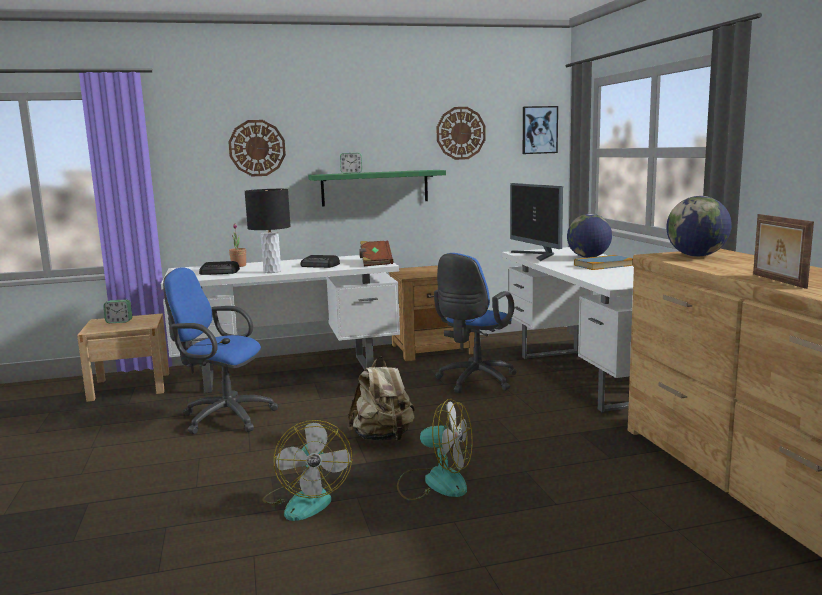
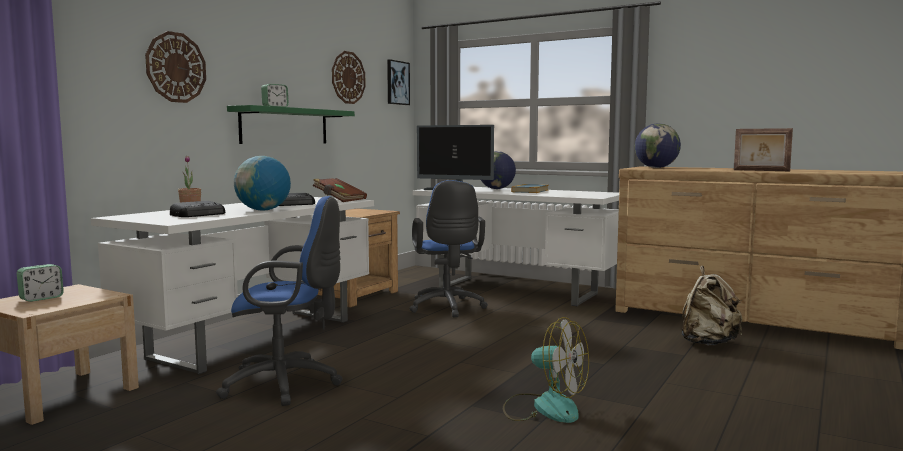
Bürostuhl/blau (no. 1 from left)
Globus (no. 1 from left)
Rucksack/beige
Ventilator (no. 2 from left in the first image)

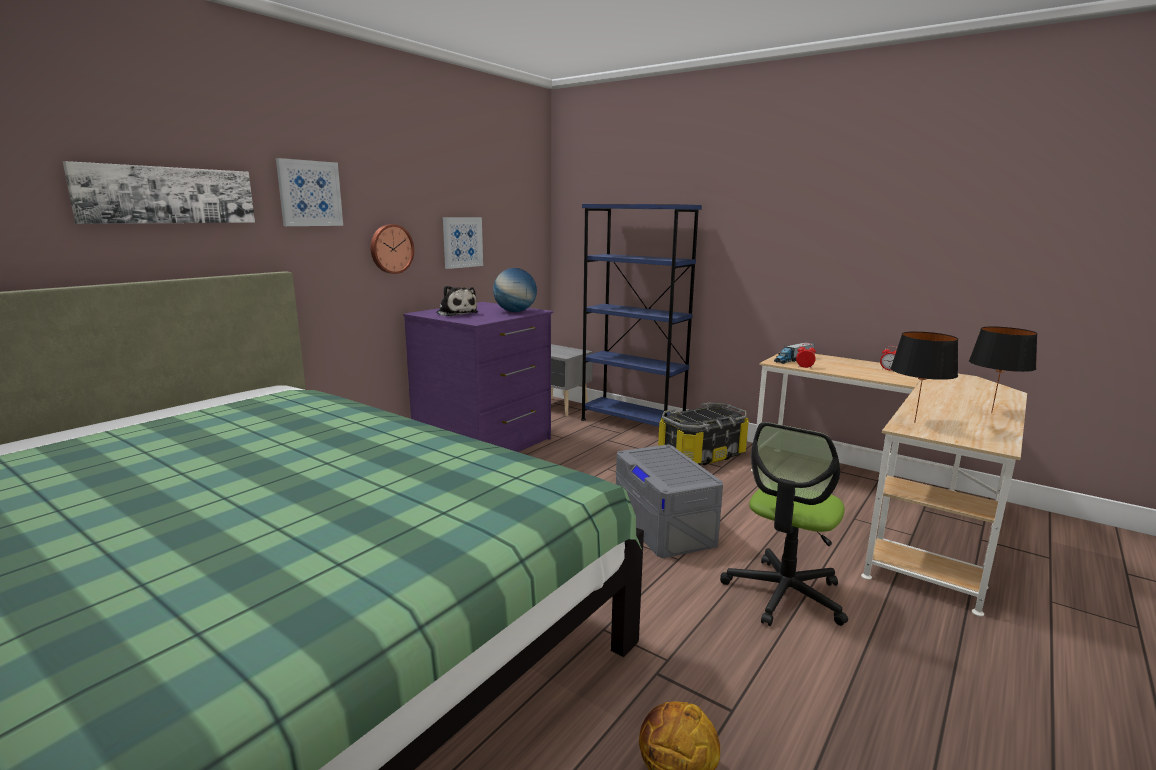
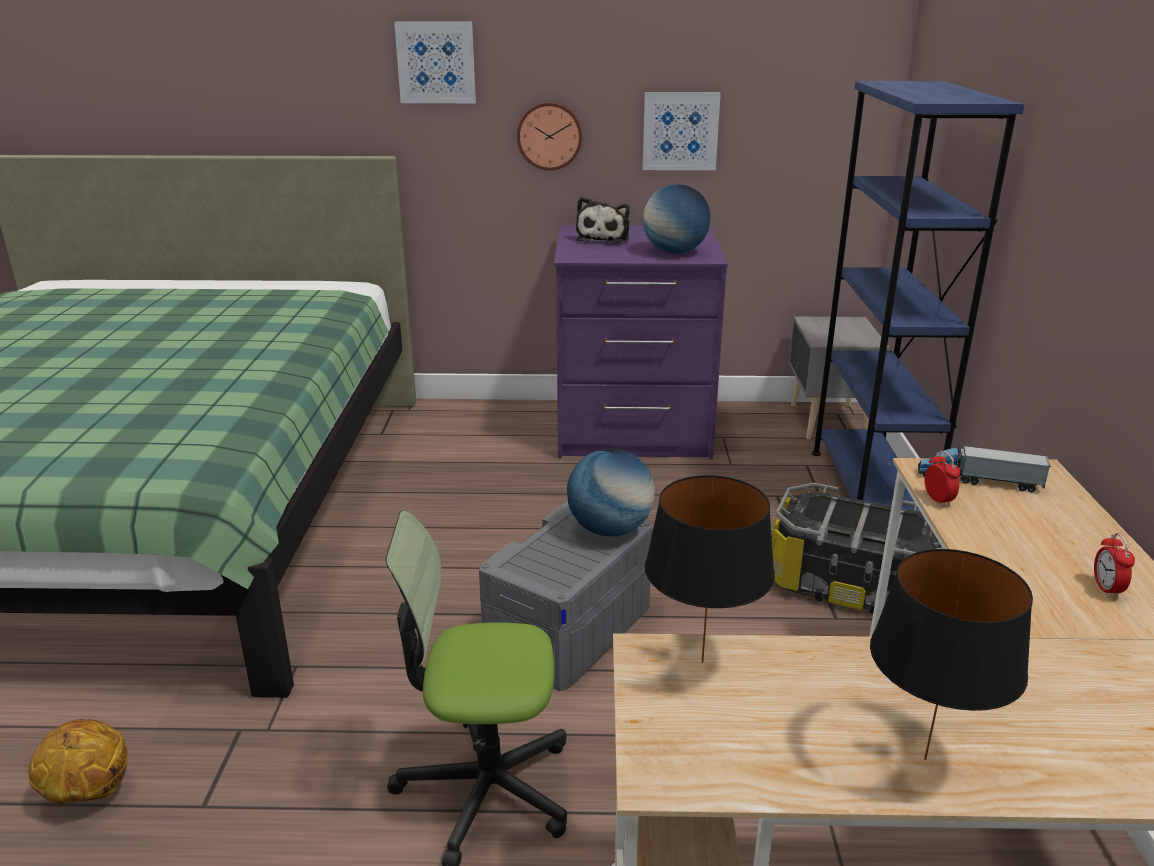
Bild (no. 1 from left in the first image)
Globus (no. 1 from left)

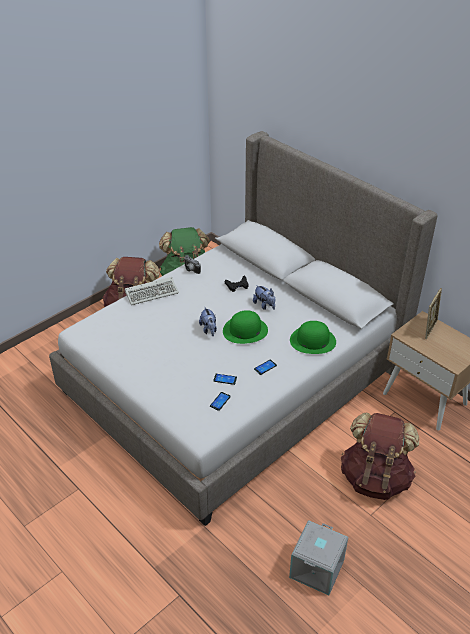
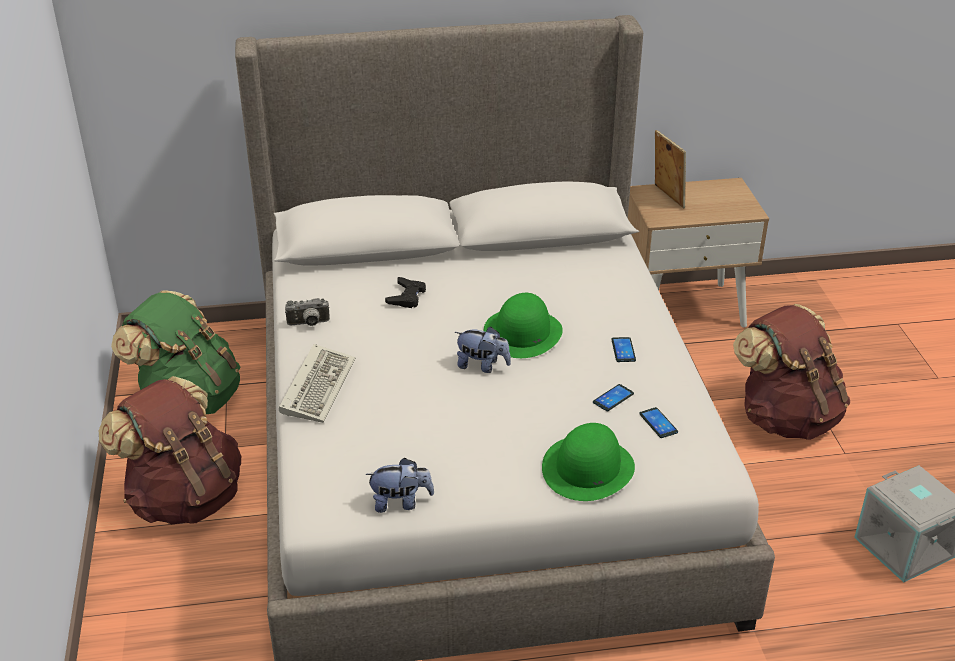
Plüschtier (no. 1 from left)
Hut/grün (no. 2 from left)

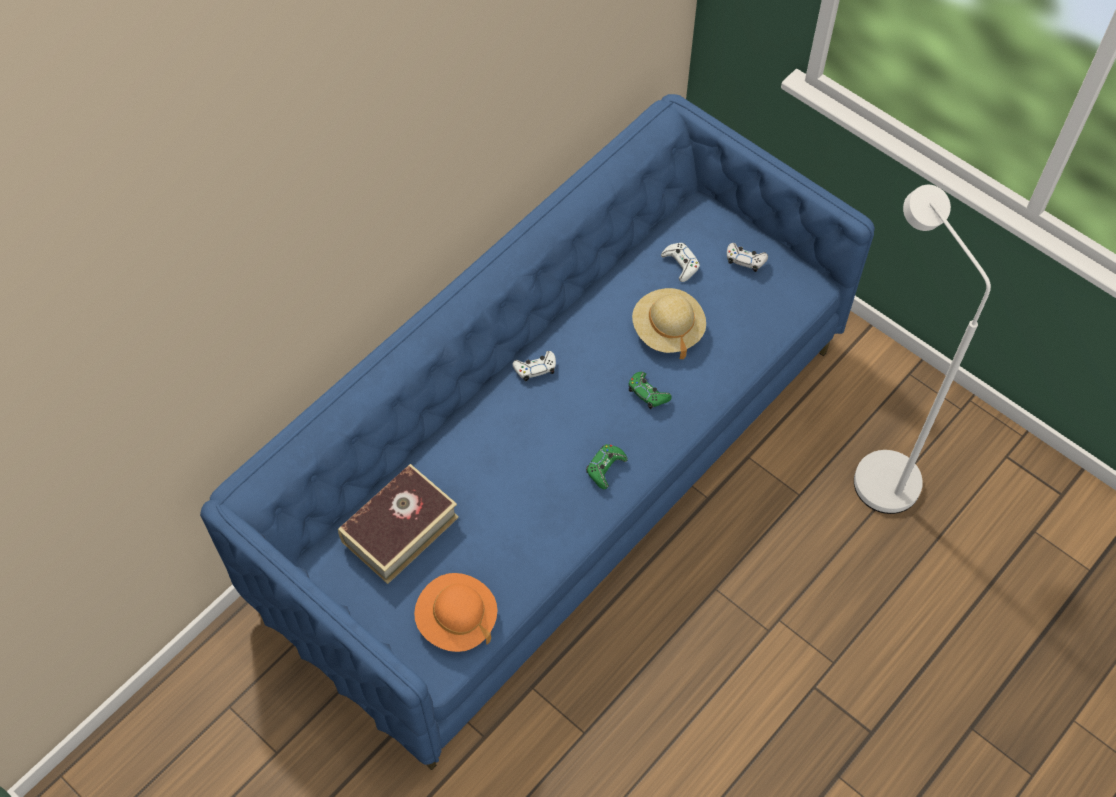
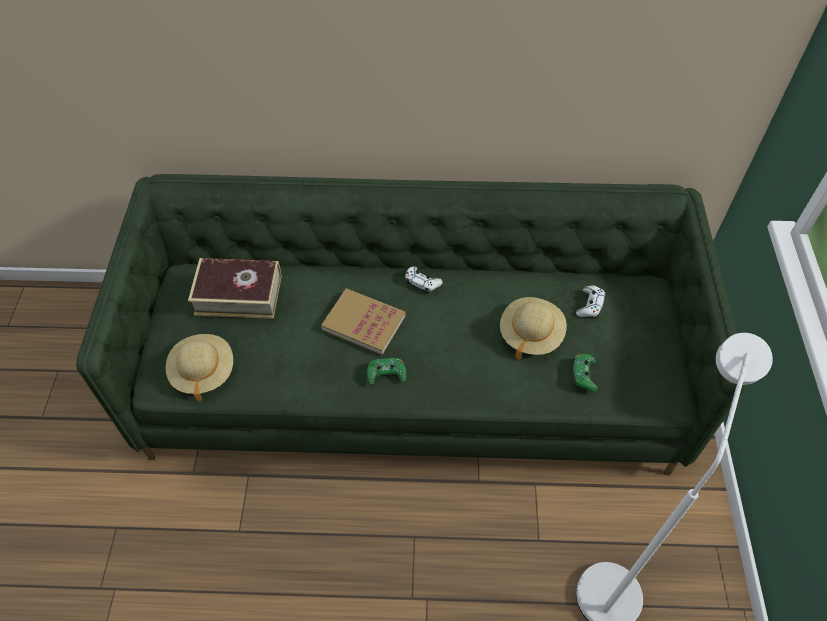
Sofa/grün
Hut/beige (no. 1 from left)
Gamepad/grün (no. 2 from left)
Gamepad/weiß (no. 3 from left in the first image)
Buch (no. 2 from left)

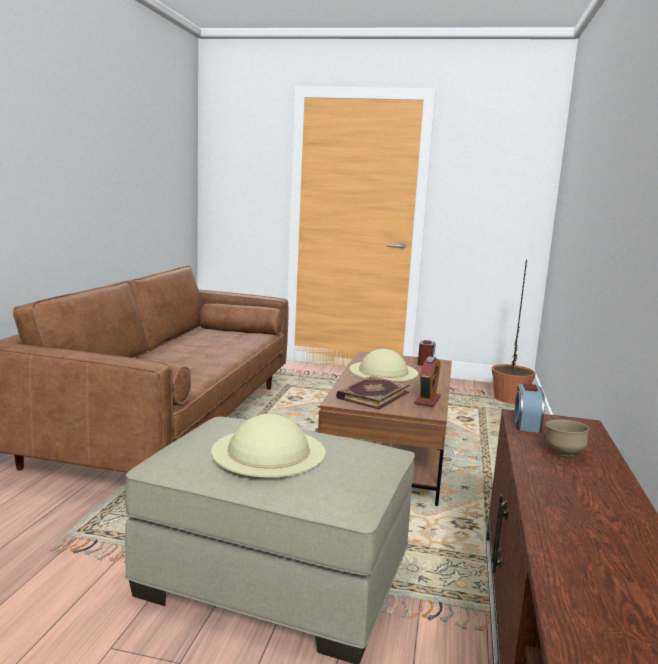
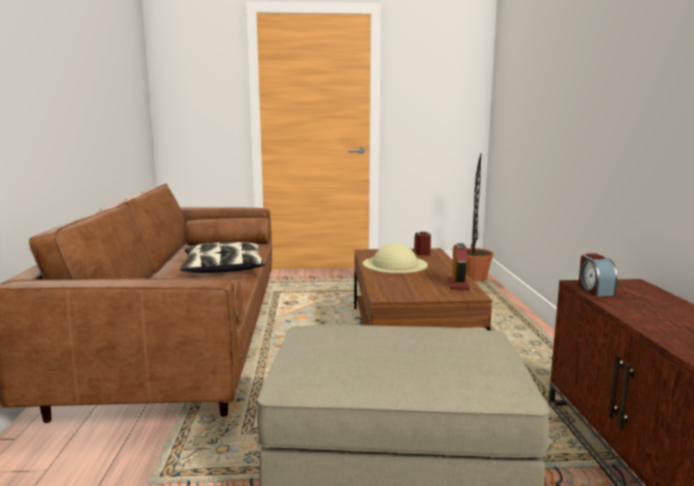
Hut/beige (no. 1 from left in the first image)
Buch
Schüssel/braun
Kissen

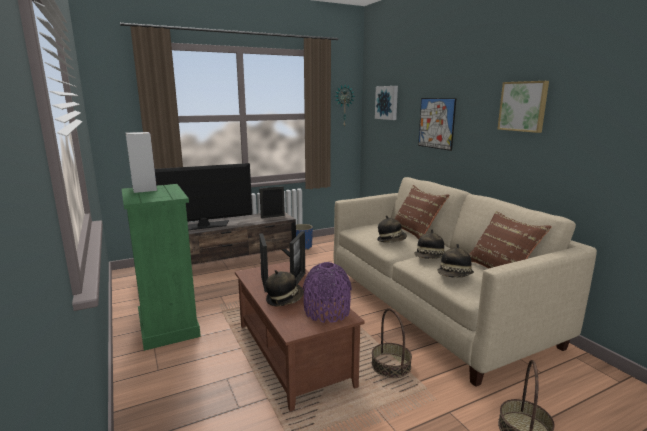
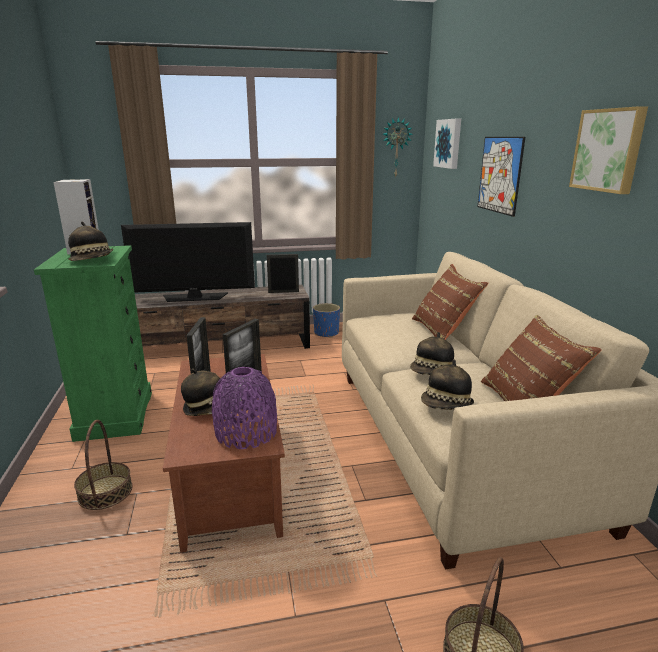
Korb (no. 1 from left)
Hut (no. 1 from left)

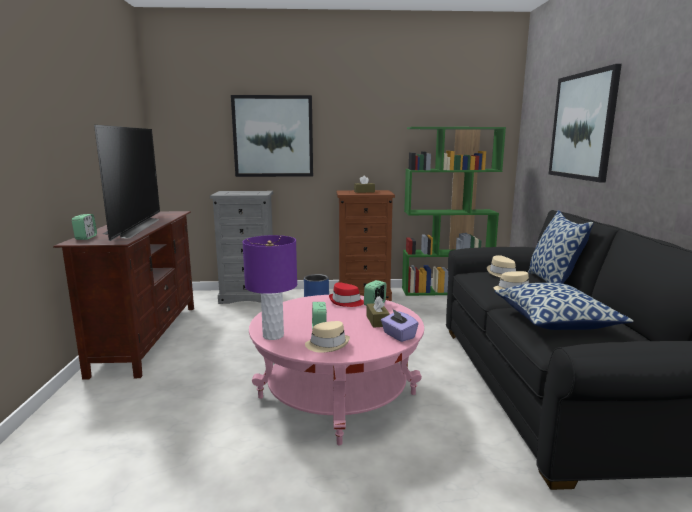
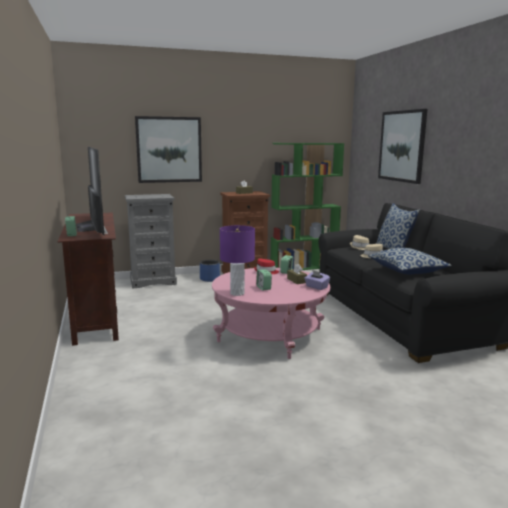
Hut/beige (no. 1 from left in the first image)

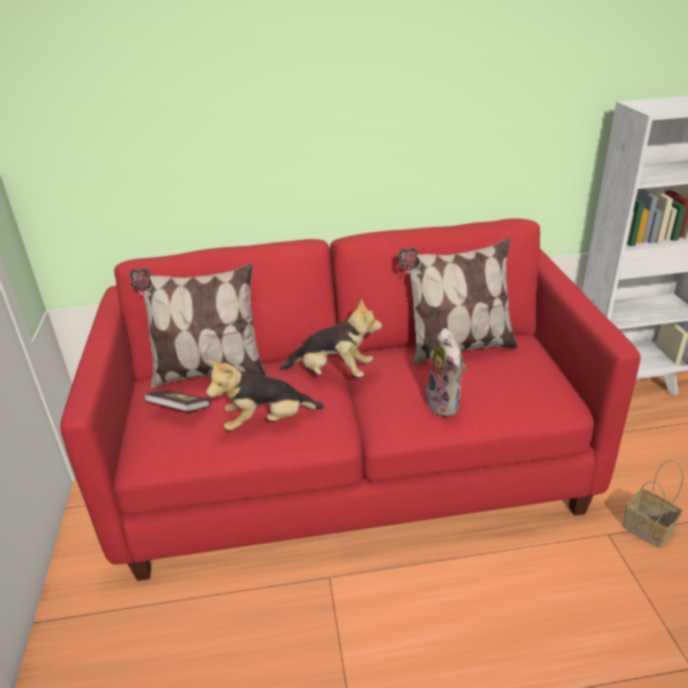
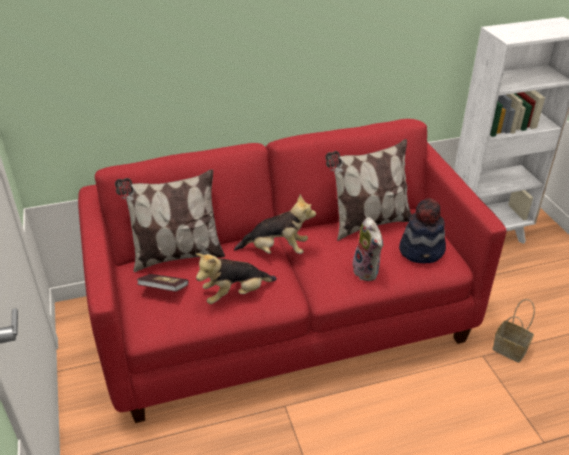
Hut

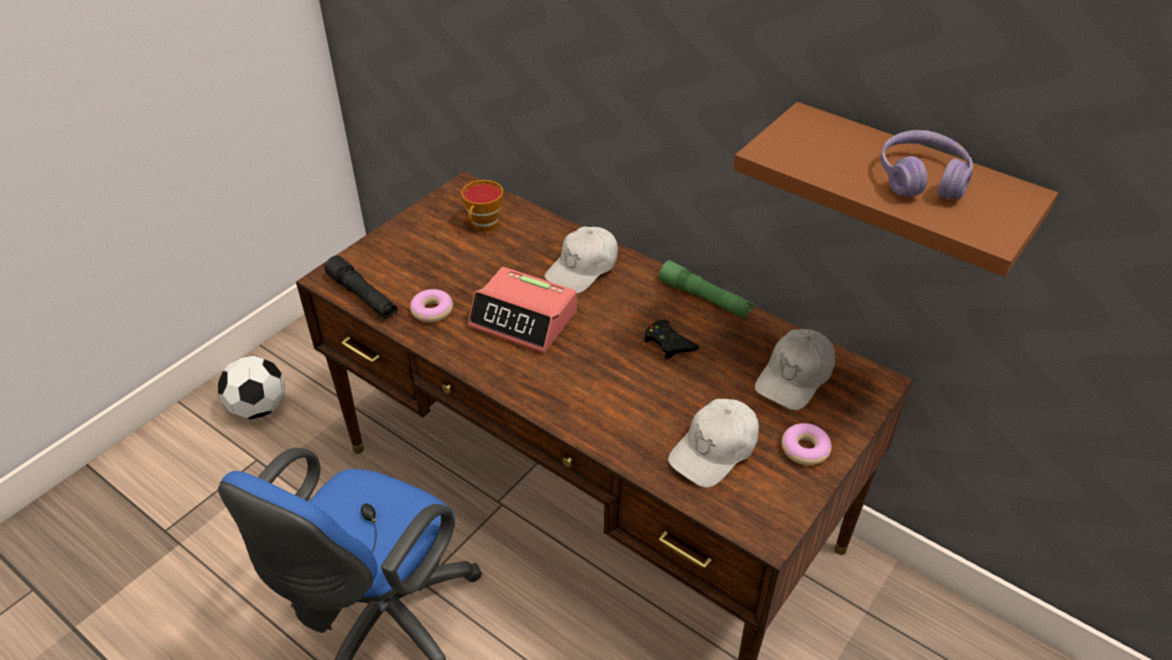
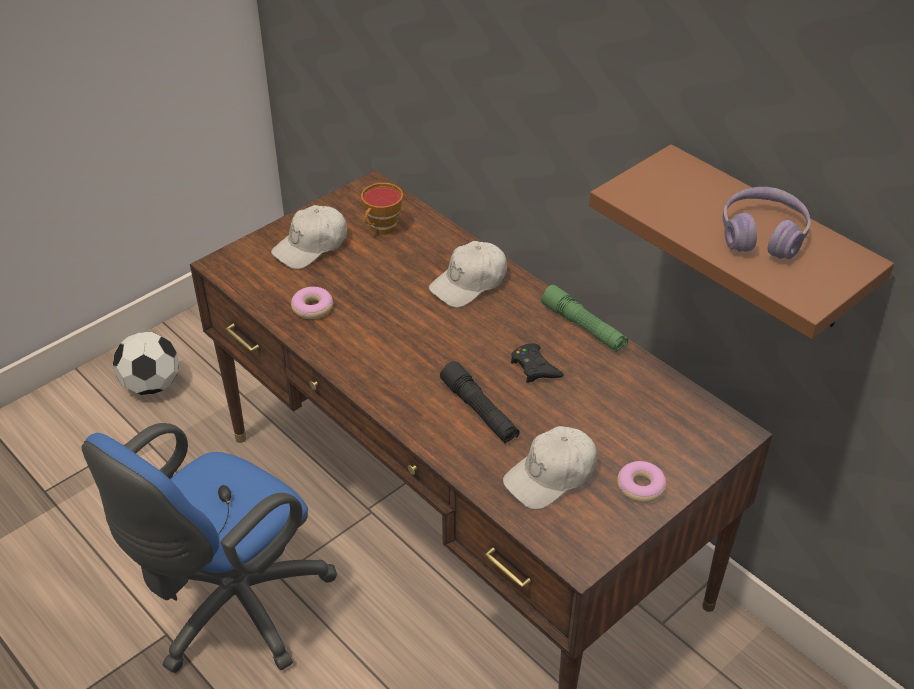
Taschenlampe/schwarz
Wecker
Kappe/weiß (no. 1 from left)

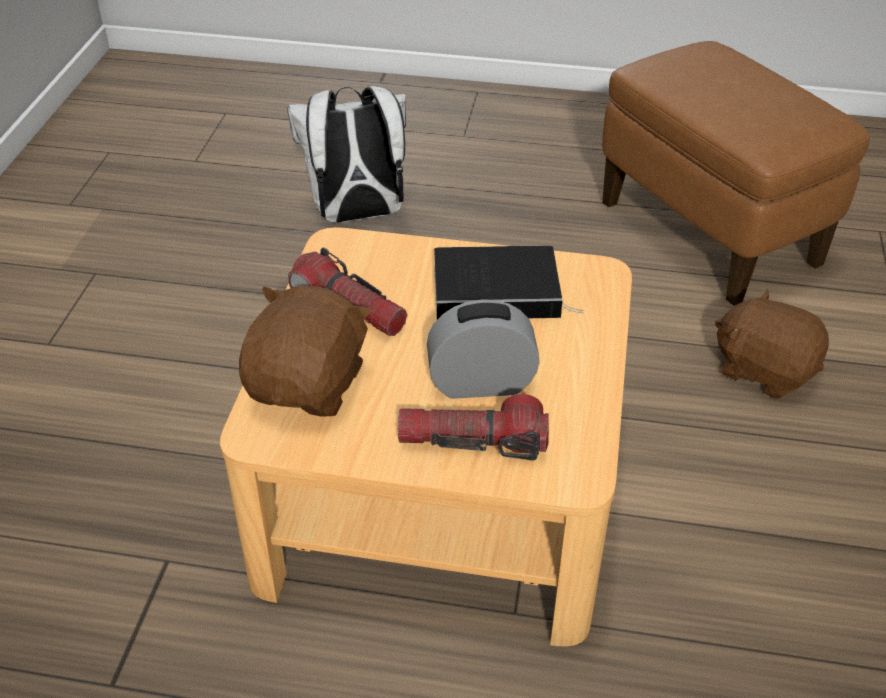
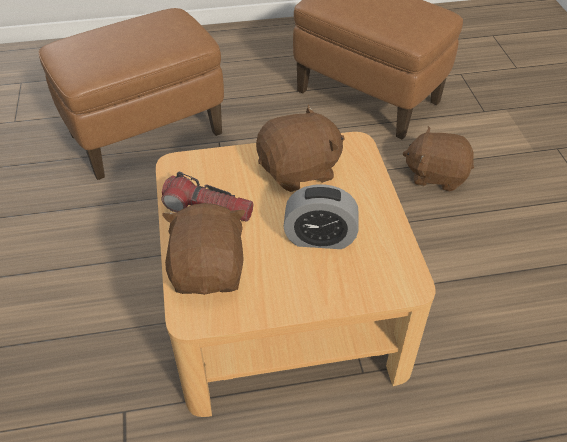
Polsterhocker/braun (no. 1 from left)
Taschenlampe (no. 2 from left in the first image)
Wecker
Plüschtier/braun (no. 2 from left)

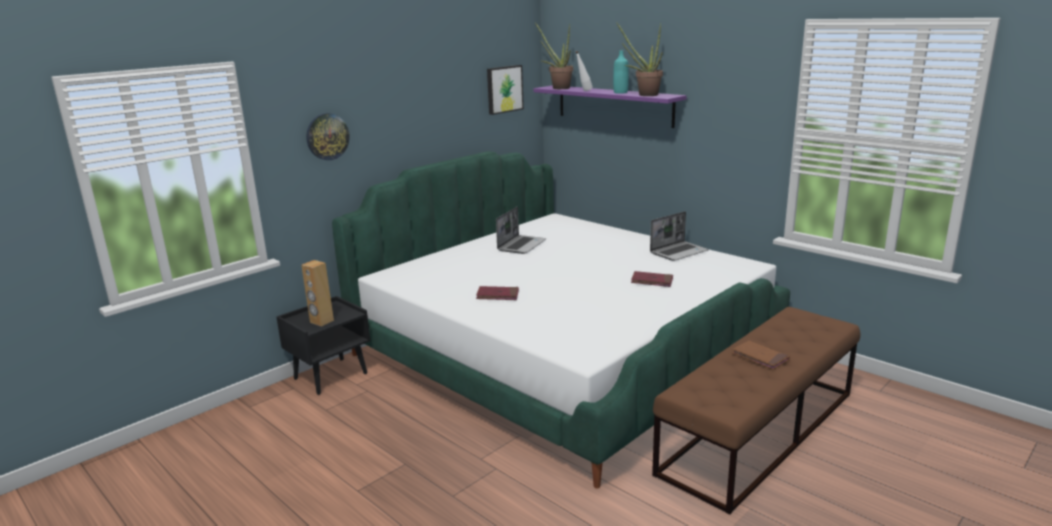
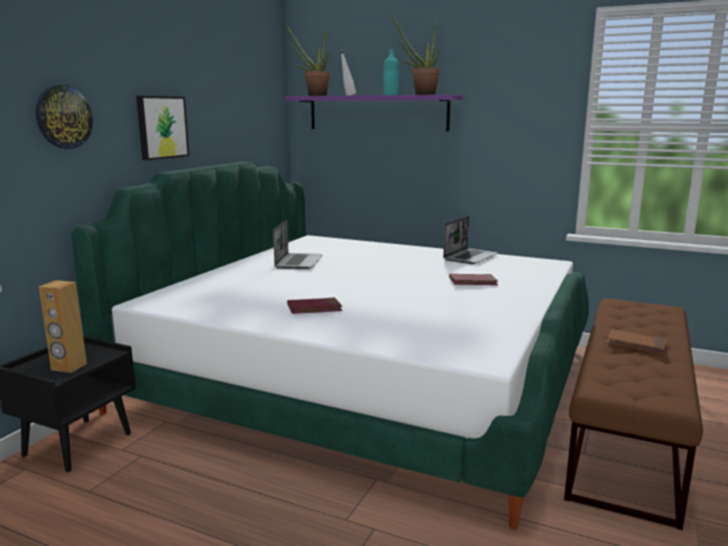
Bild

